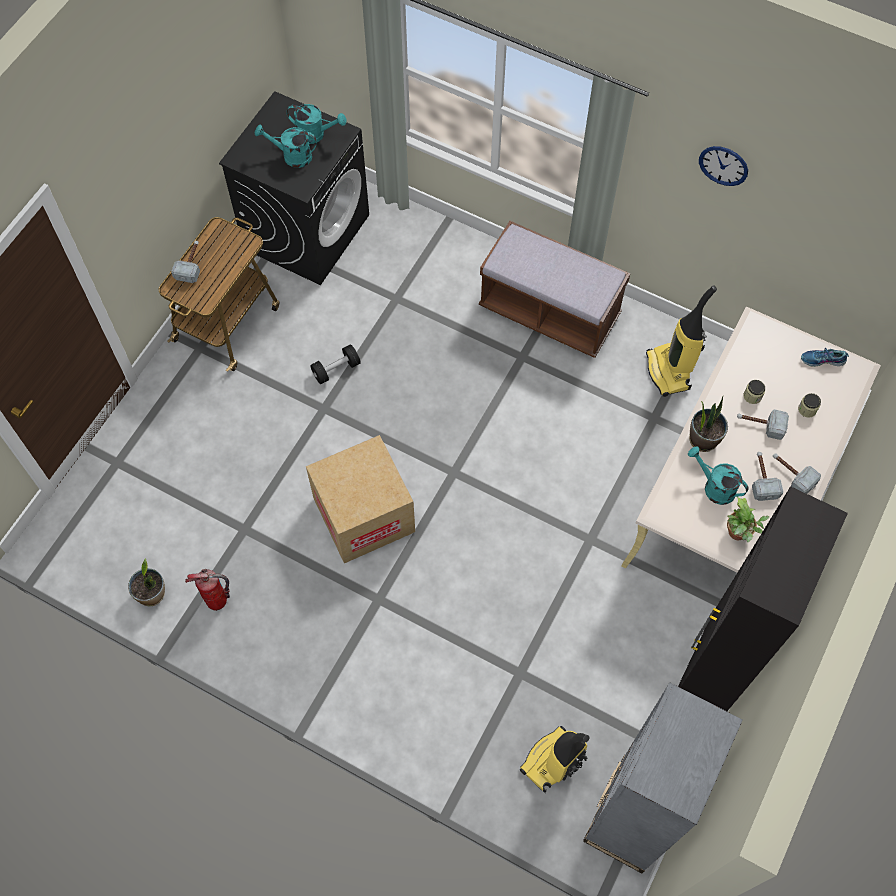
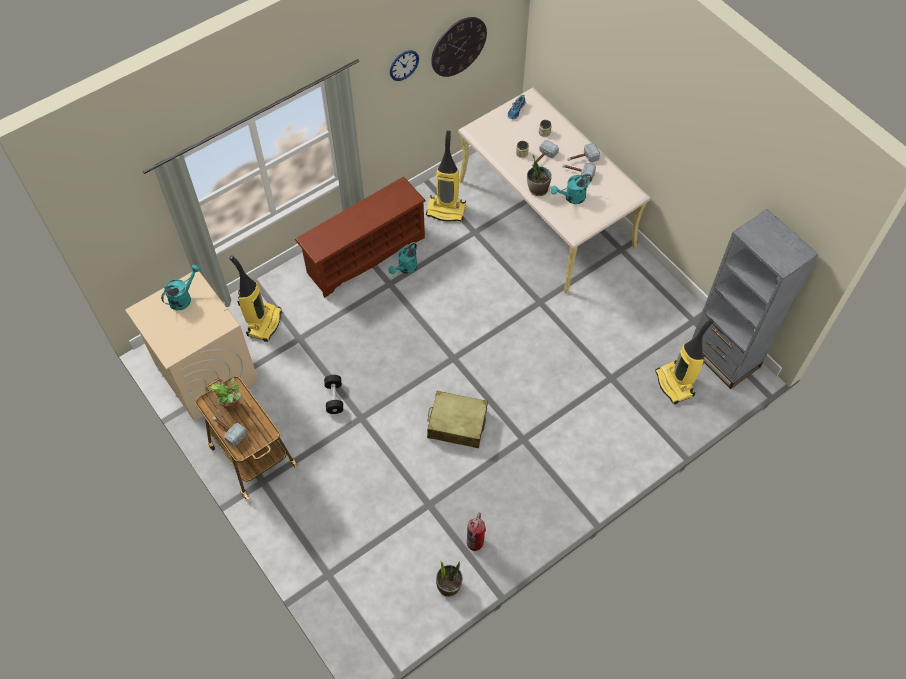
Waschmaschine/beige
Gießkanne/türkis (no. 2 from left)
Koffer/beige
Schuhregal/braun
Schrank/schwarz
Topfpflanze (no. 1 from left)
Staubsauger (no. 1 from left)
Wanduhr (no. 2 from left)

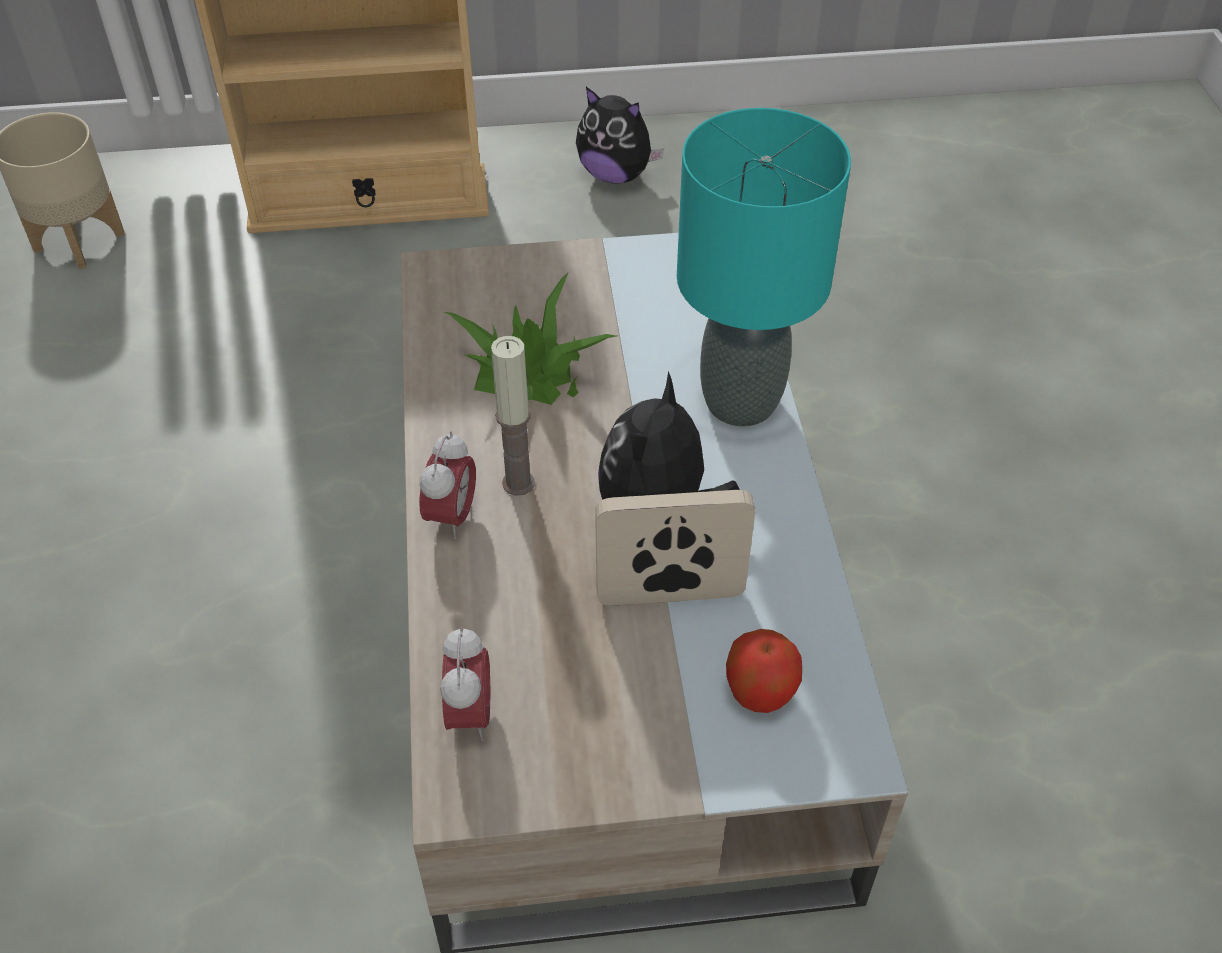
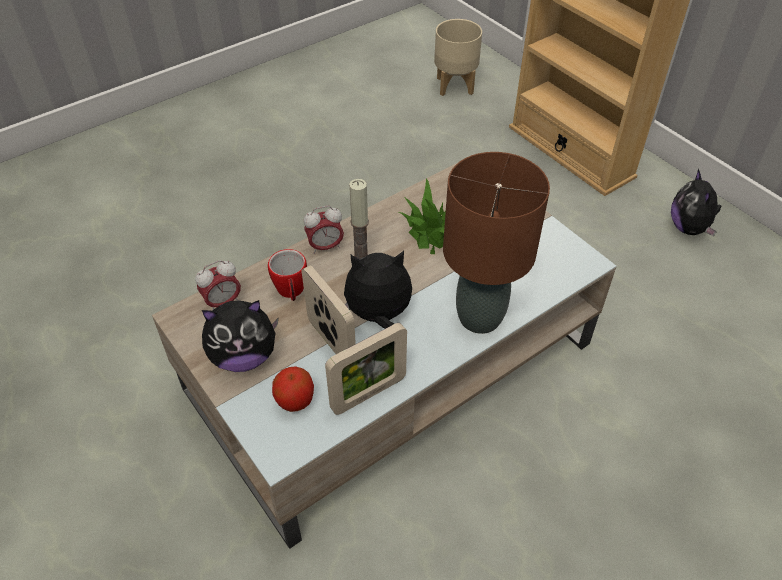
Tischlampe/braun
Plüschtier (no. 1 from left)
Henkelbecher
Bilderrahmen (no. 2 from left)

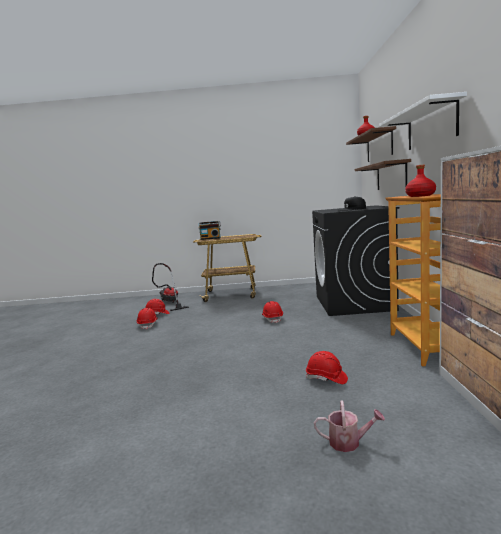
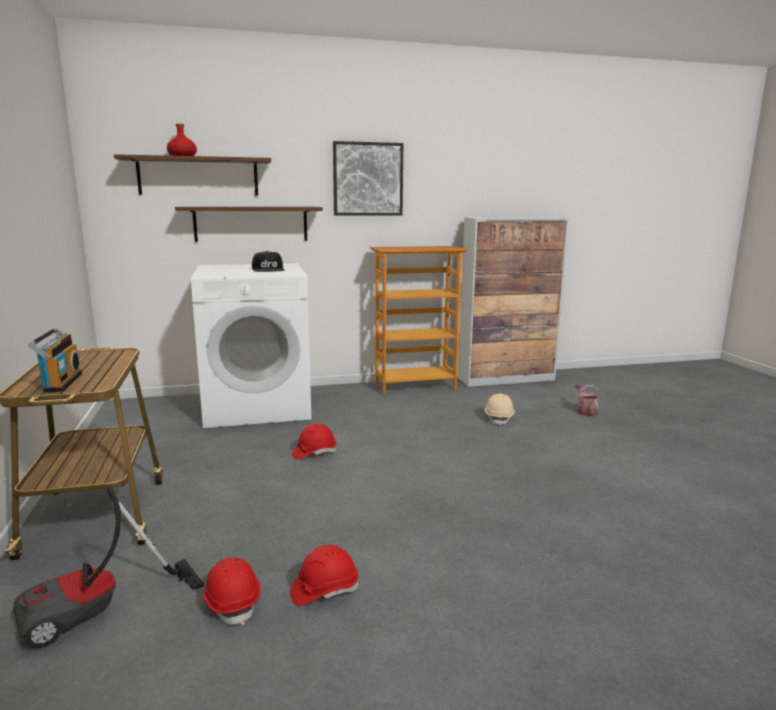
Schutzhelm/beige
Waschmaschine/weiß
Bild
Flasche/rot (no. 2 from left in the first image)

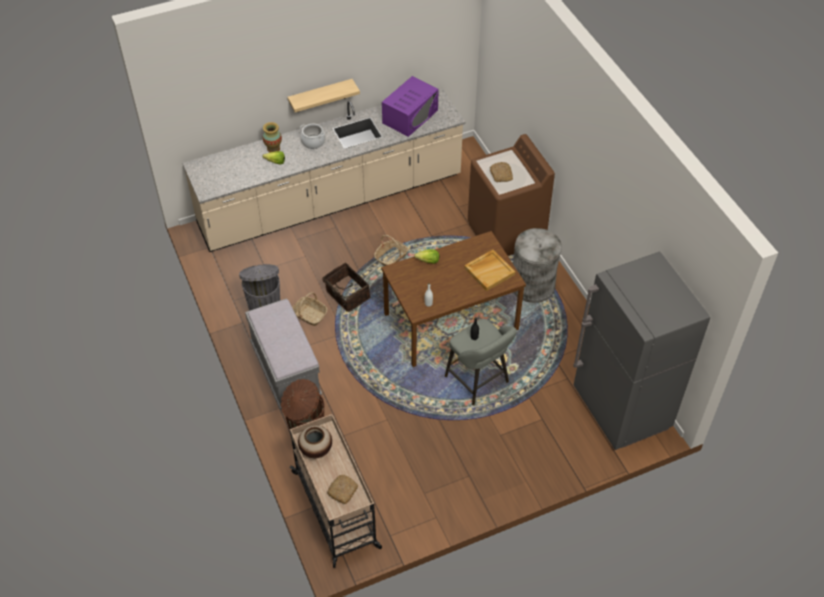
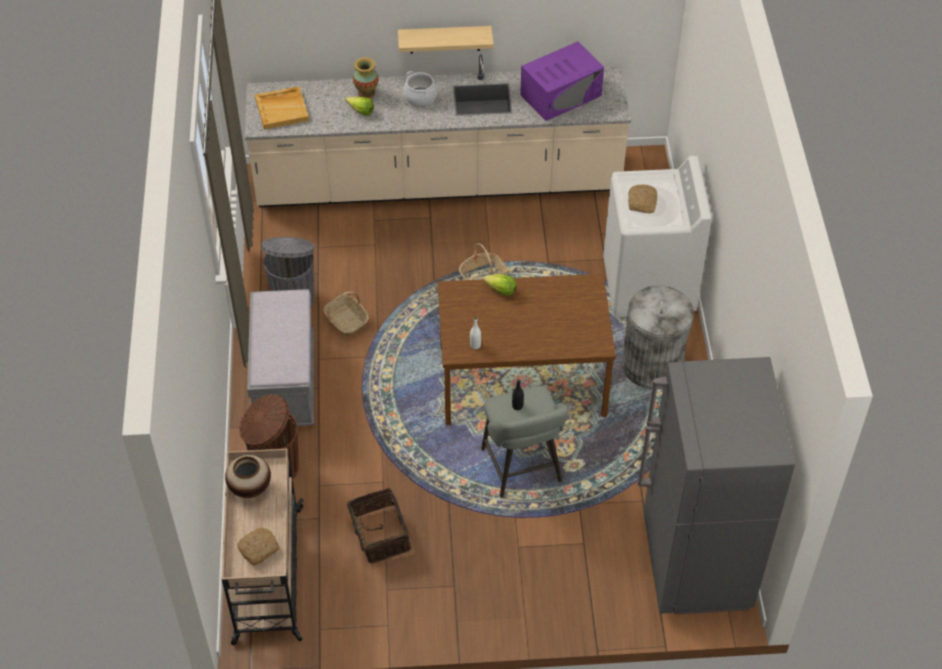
Korb (no. 2 from left)
Tablett/beige
Waschmaschine/weiß

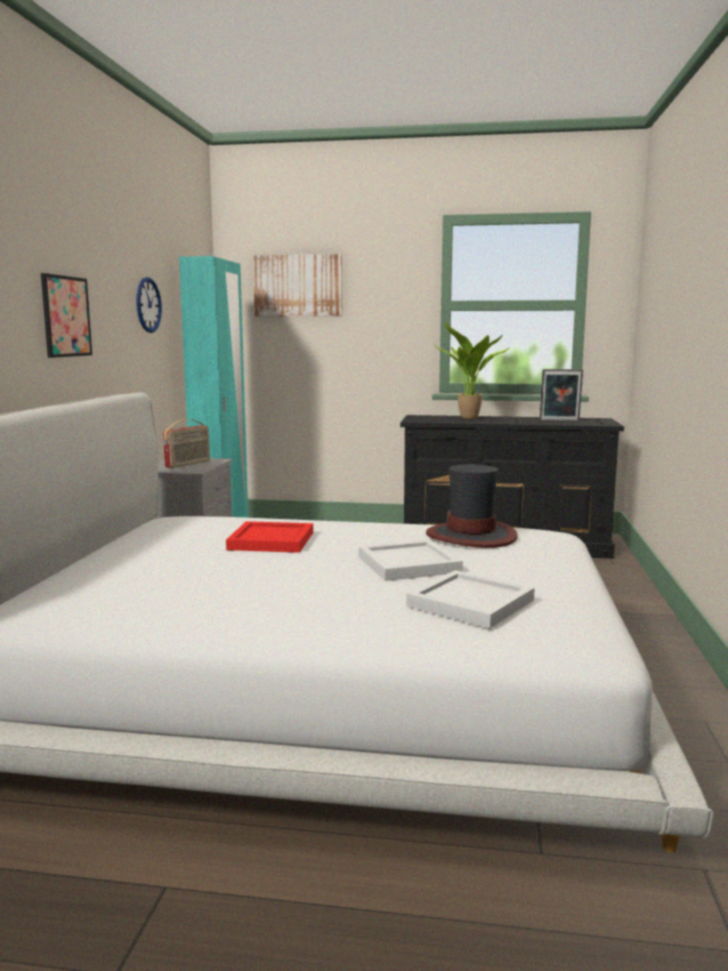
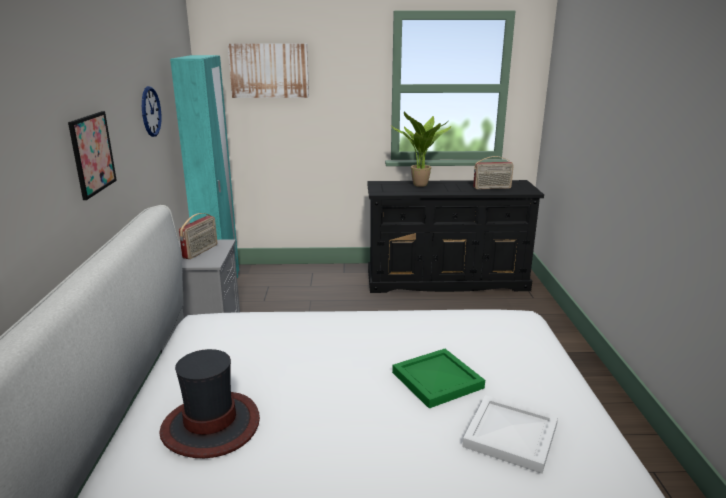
Tablett/rot
Tablett/grün
Hut
Radio (no. 2 from left)

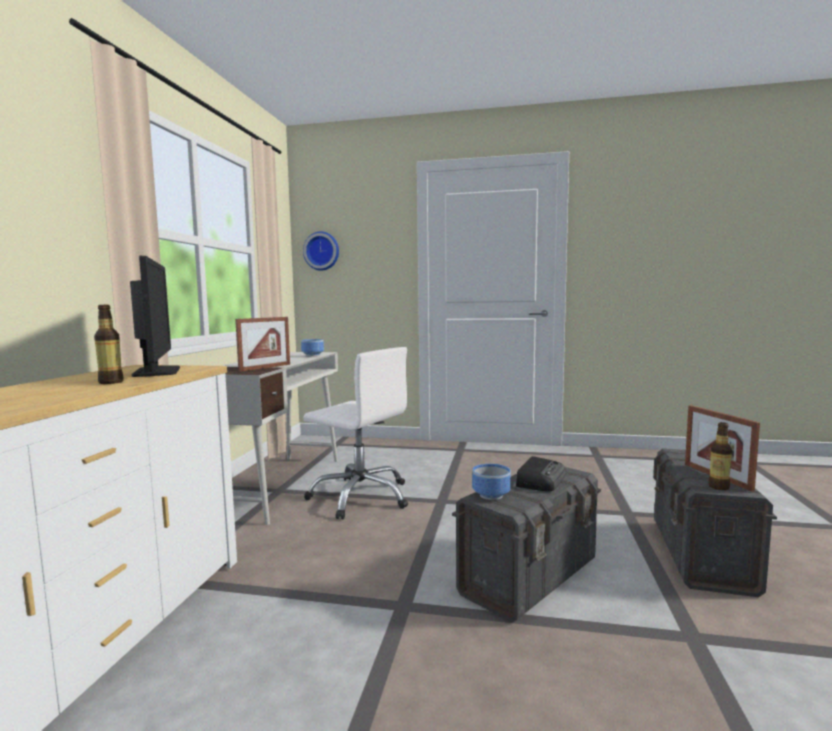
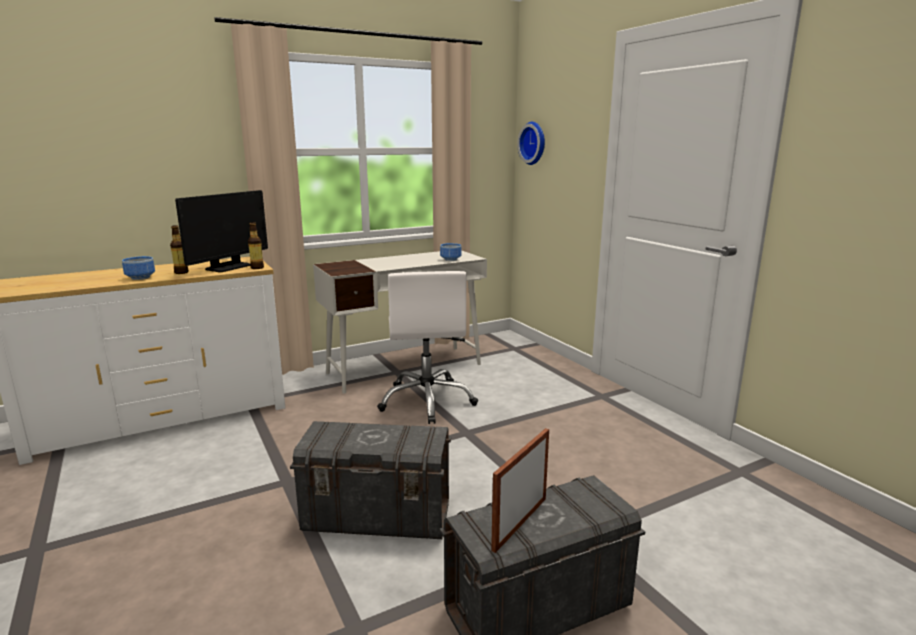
Bilderrahmen (no. 1 from left in the first image)
Schüssel (no. 1 from left)
Radio
Flasche (no. 2 from left)

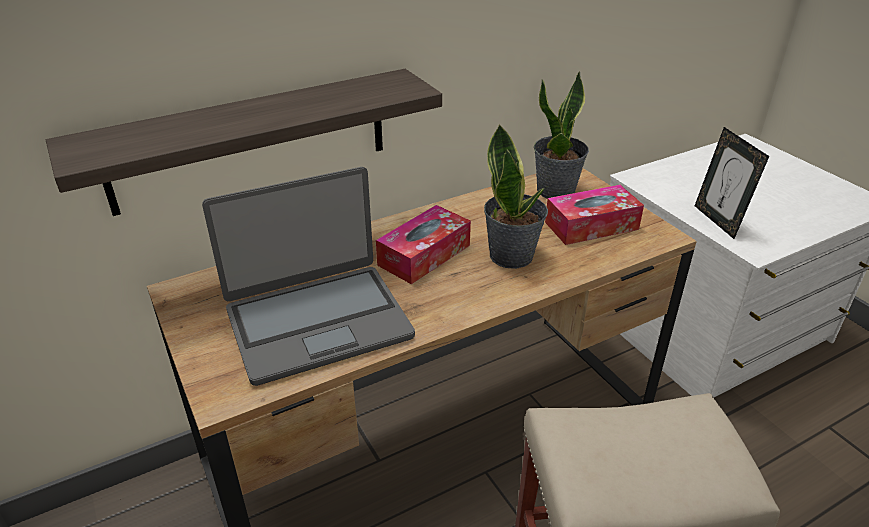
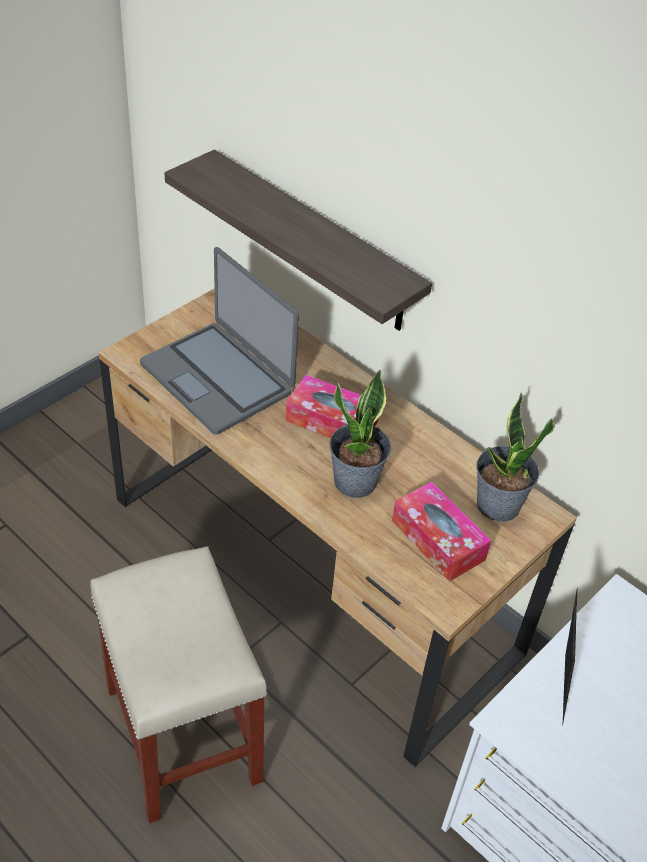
Bilderrahmen

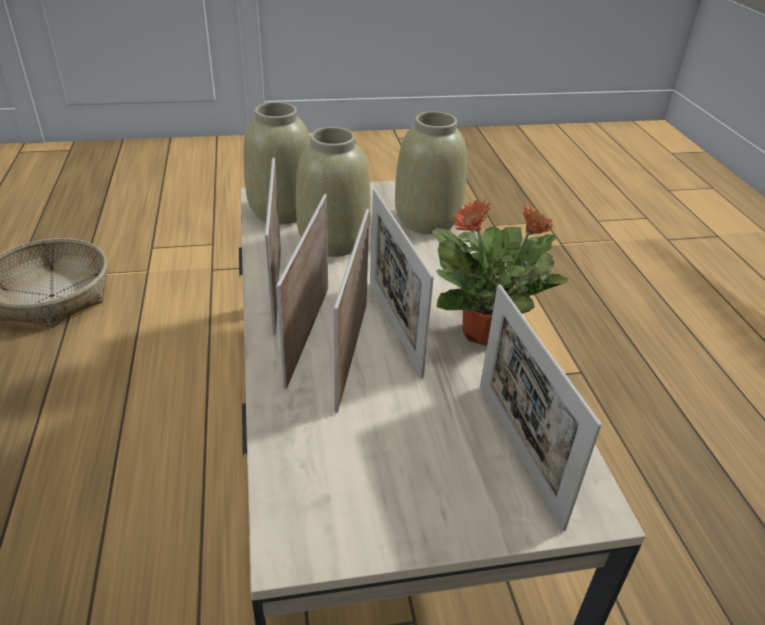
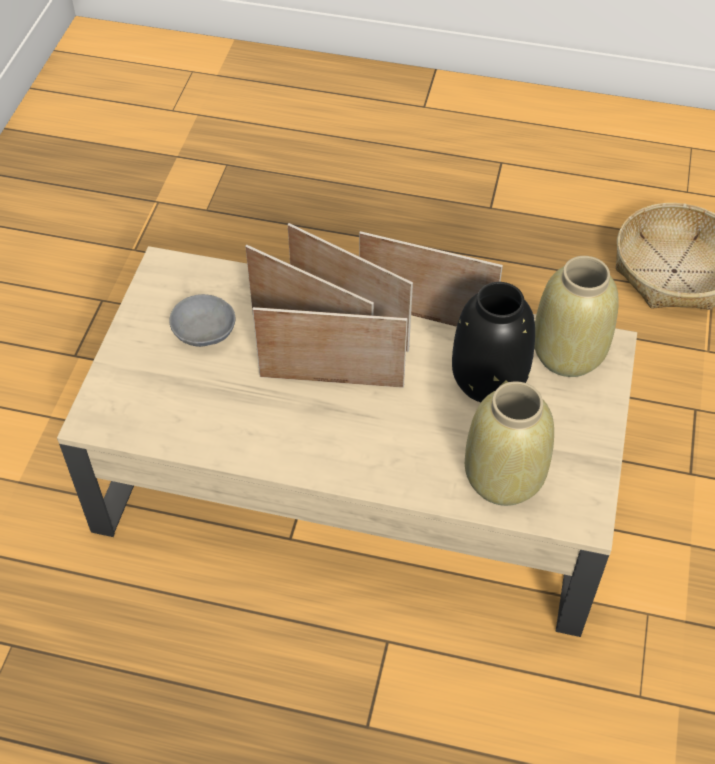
Vase/schwarz
Topfpflanze
Bilderrahmen (no. 5 from left in the first image)
Schüssel/grau

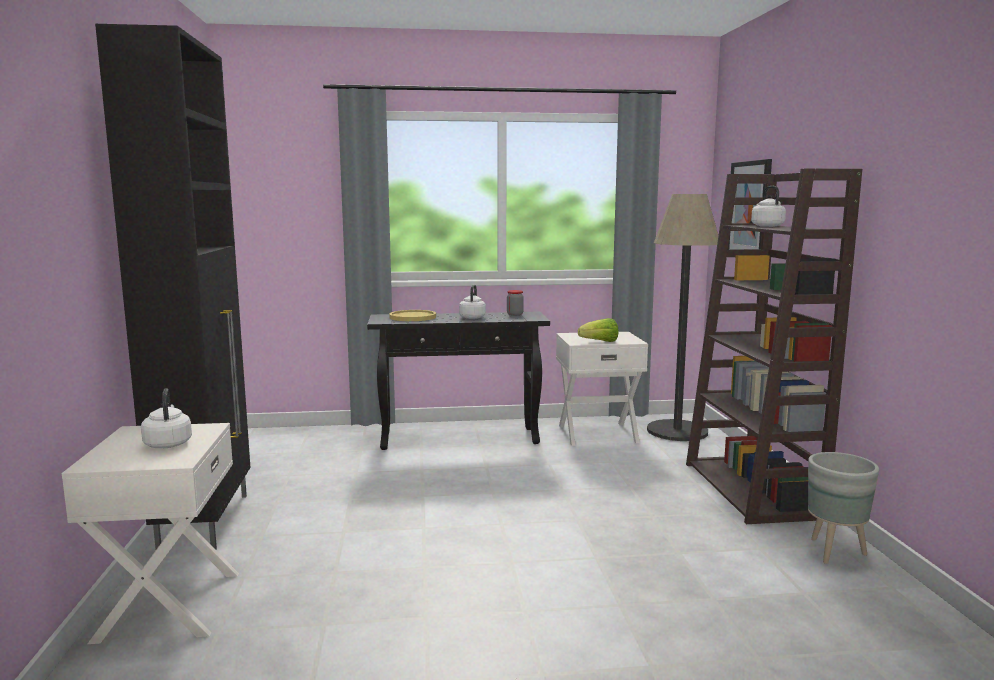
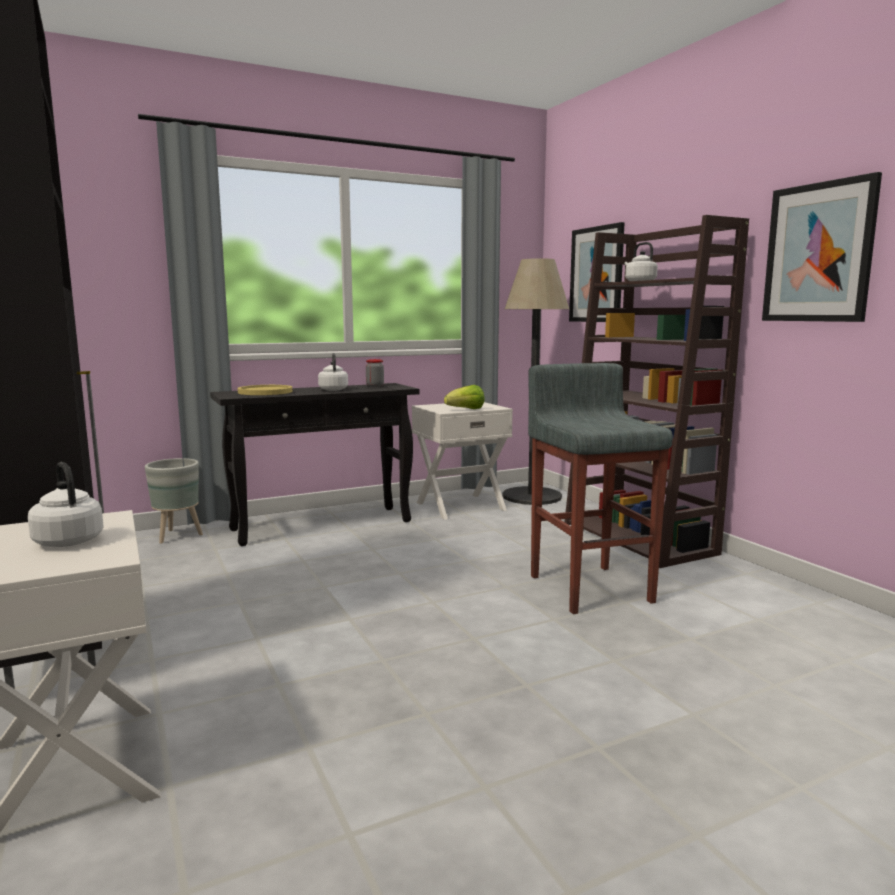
Pflanzkübel/grau
Hocker/grau
Bild (no. 2 from left)

